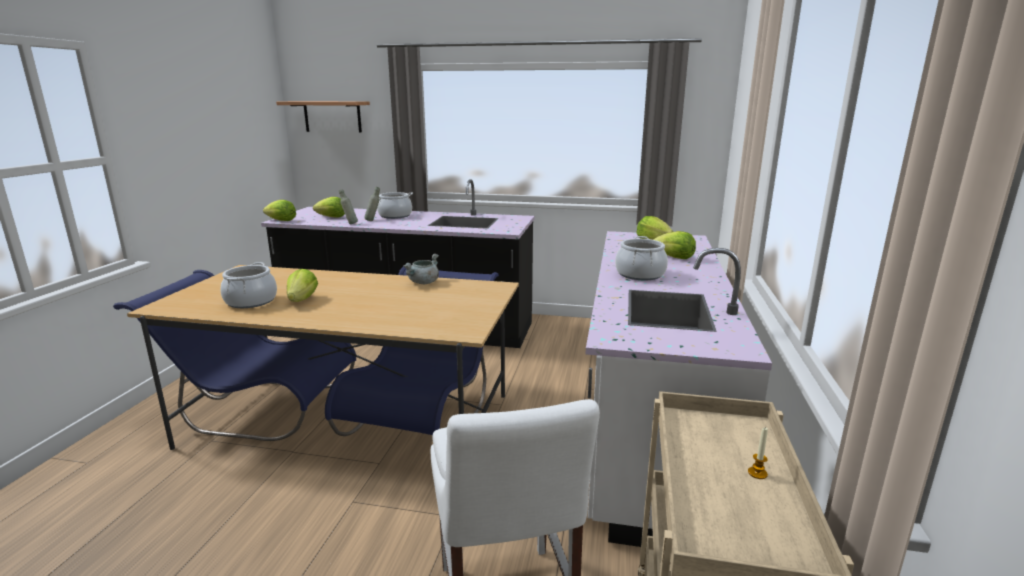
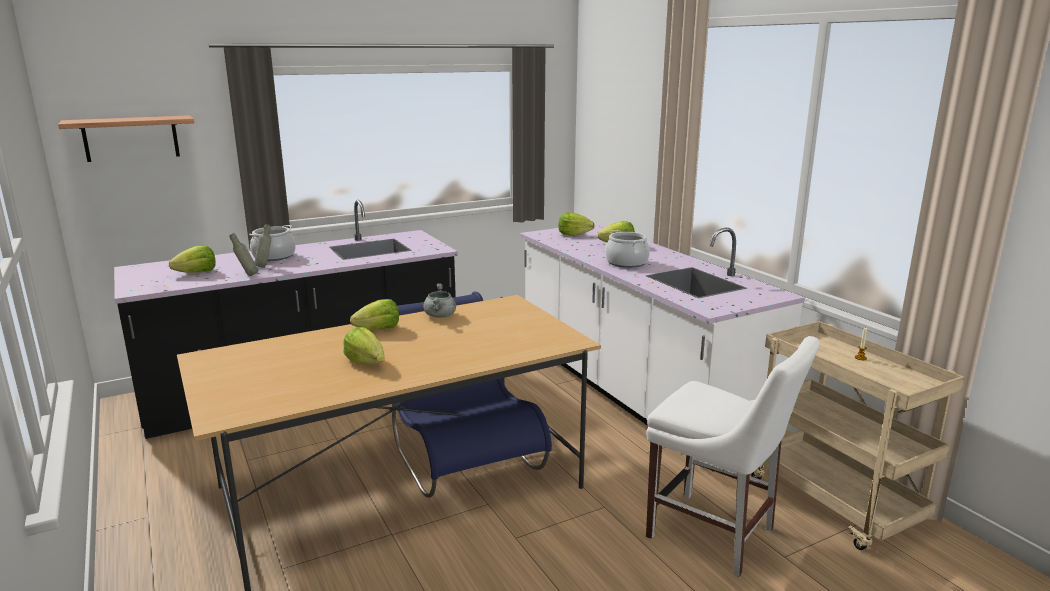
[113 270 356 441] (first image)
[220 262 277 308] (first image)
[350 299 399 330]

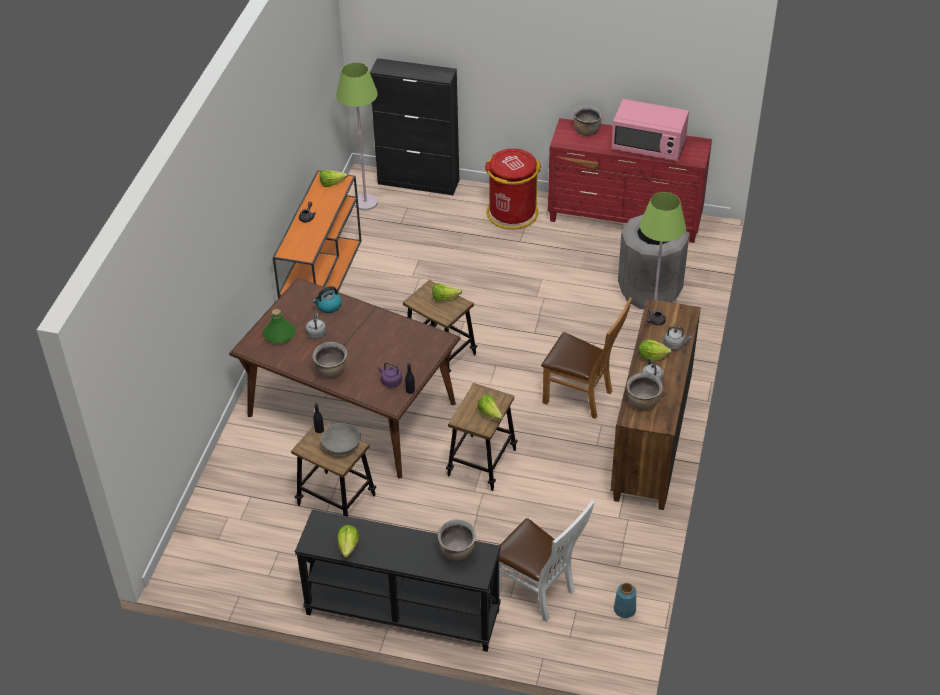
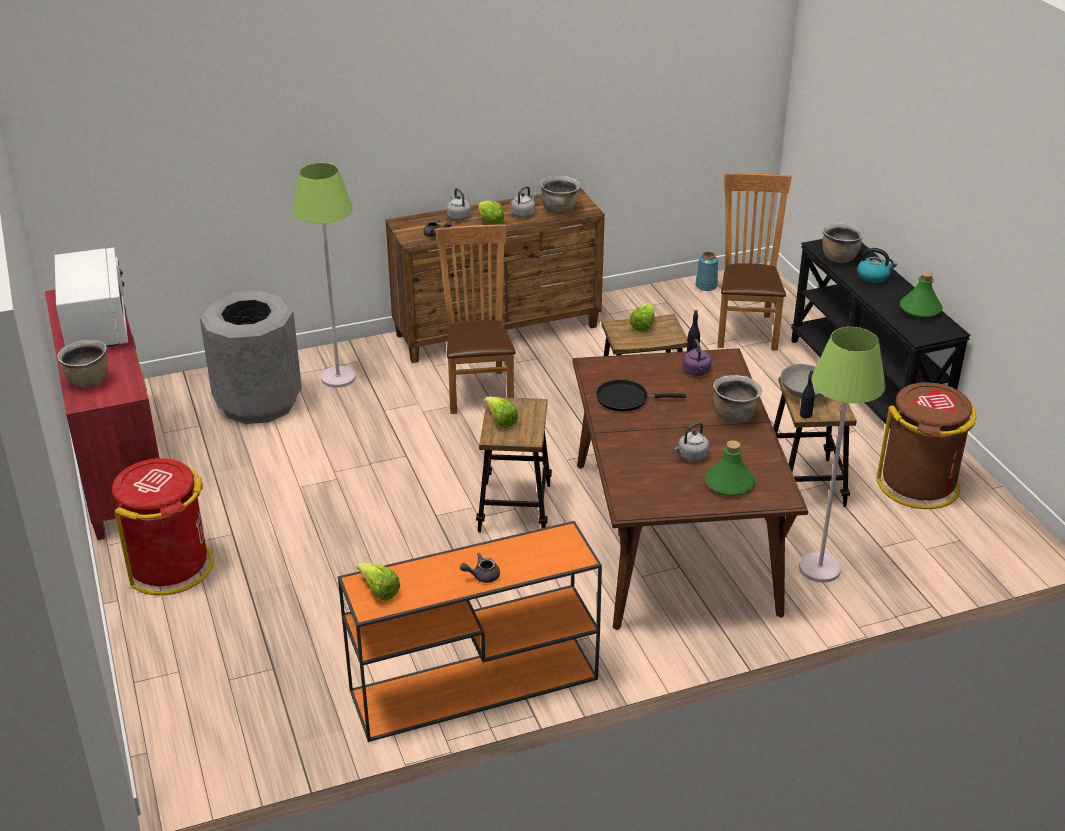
[857 248 897 283]
[799 327 886 583]
[900 271 943 318]
[370 58 459 195] (first image)
[717 173 792 351]
[54 248 128 347]
[596 380 686 411]
[877 382 976 509]

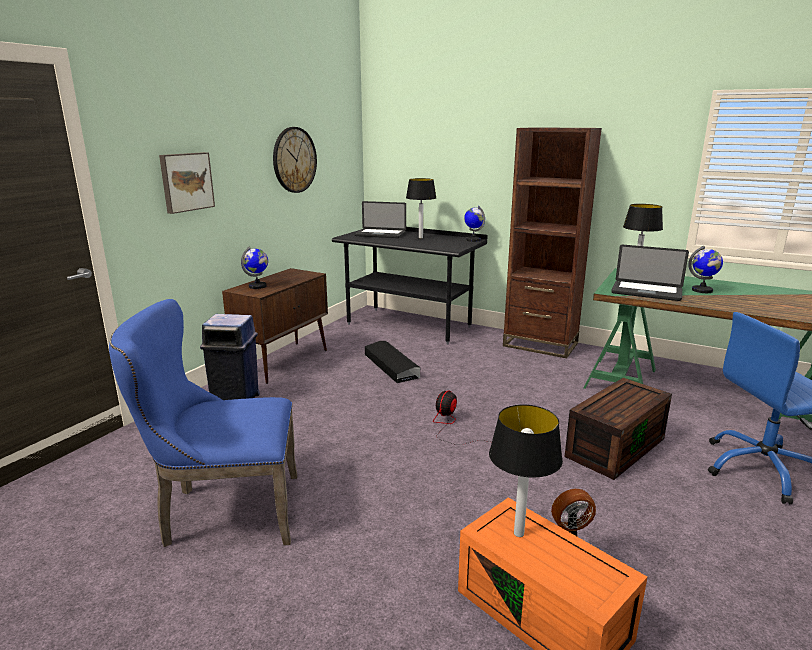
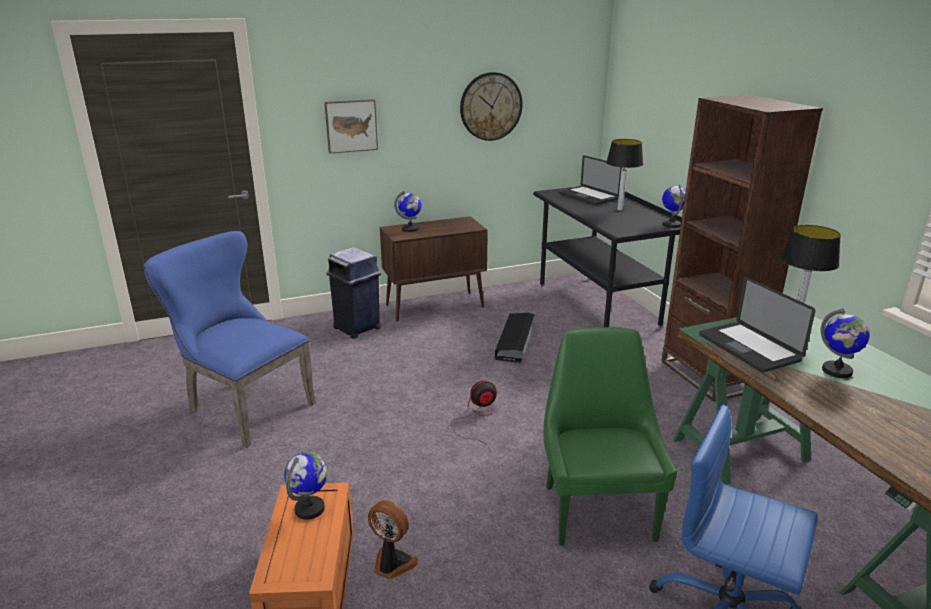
[284 452 328 520]
[543 327 678 545]

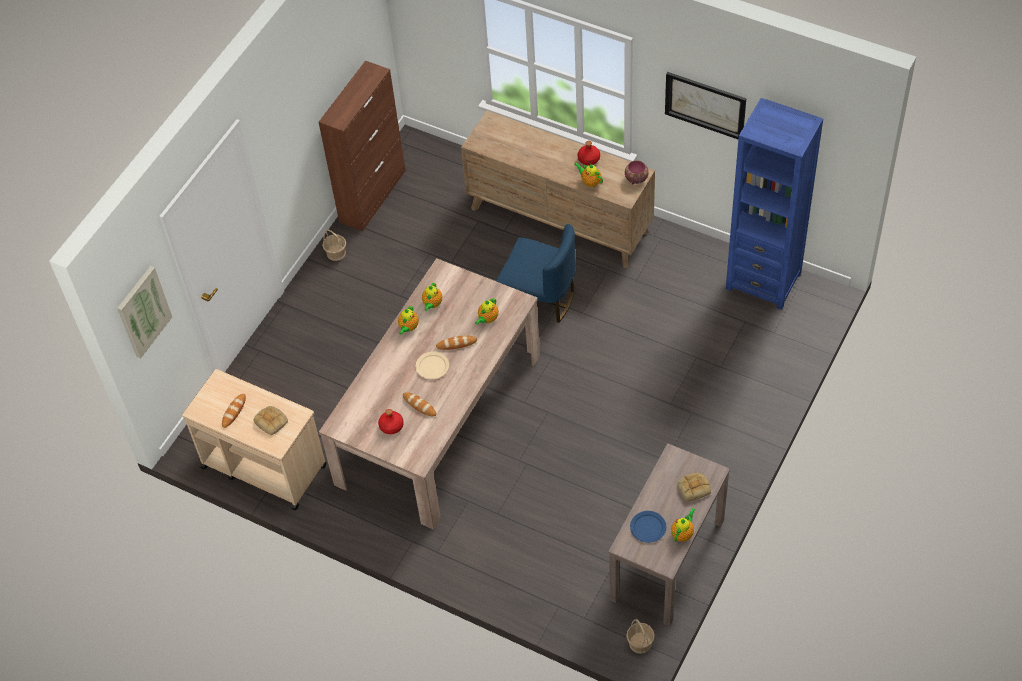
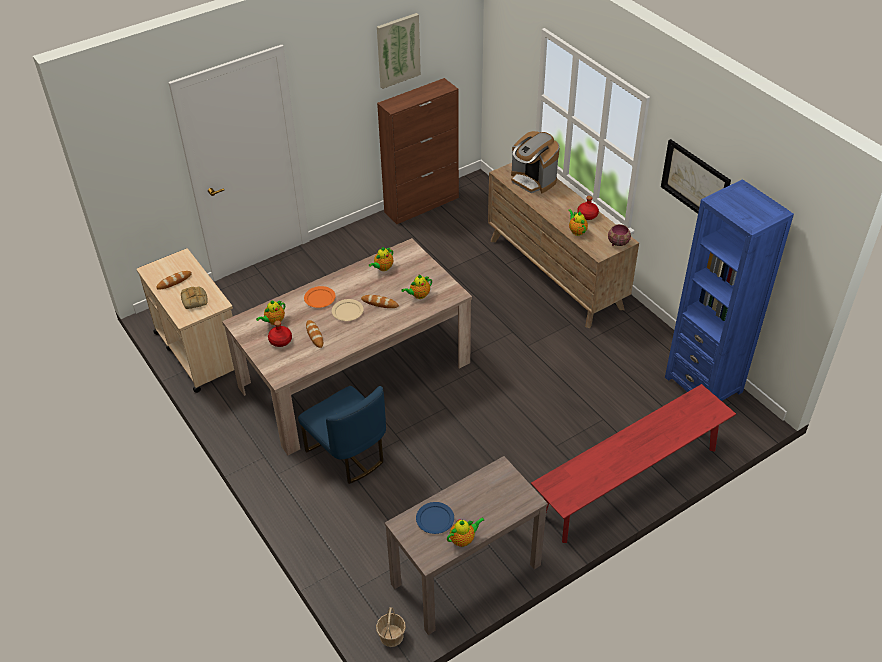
[377 13 421 89]
[322 229 346 261] (first image)
[256 300 285 325]
[298 386 386 484]
[677 473 711 502] (first image)
[304 286 336 308]
[511 131 560 193]
[531 384 736 543]

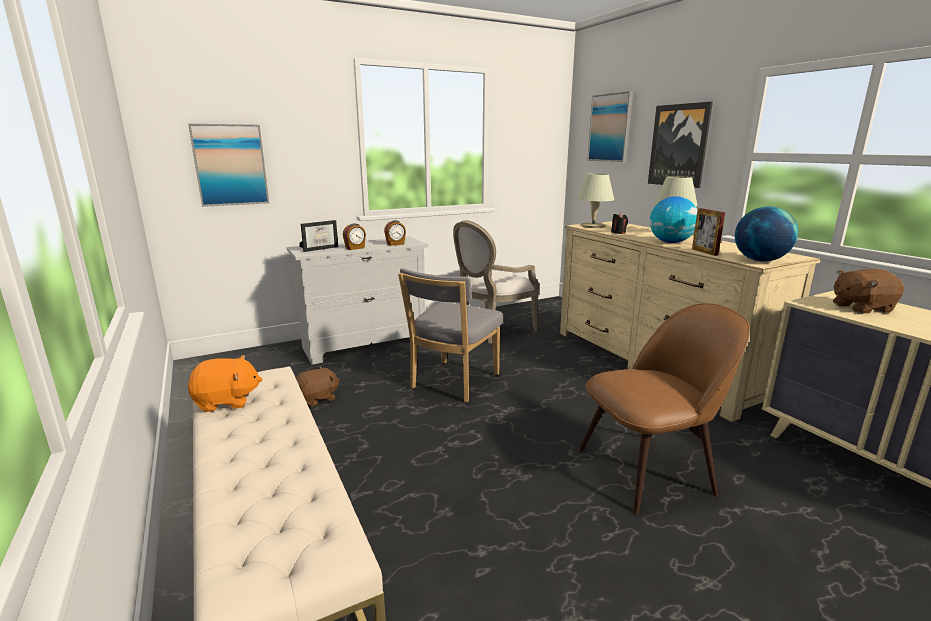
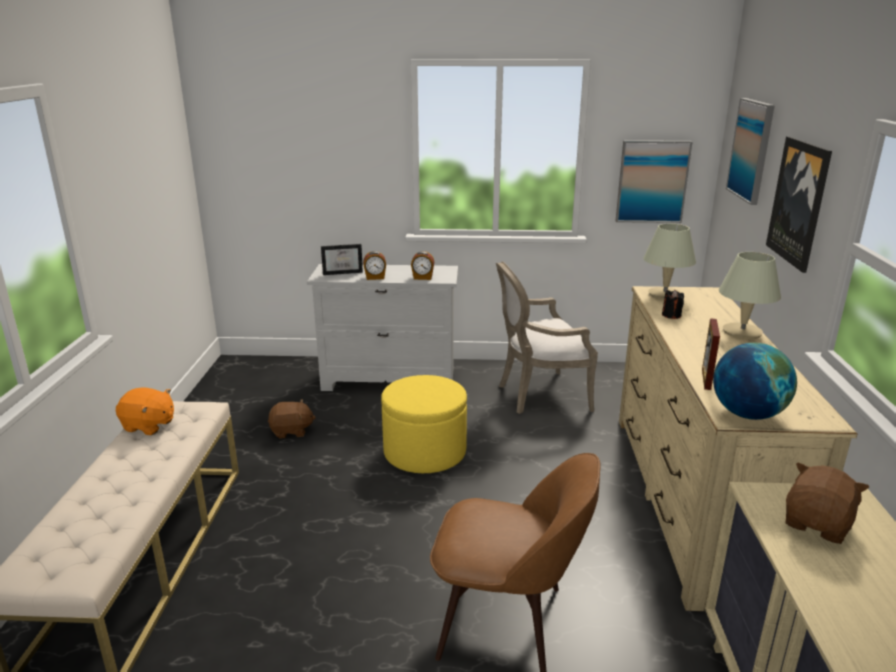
[616 140 692 223]
[381 375 467 473]
[649 196 698 243] (first image)
[786 463 869 544]

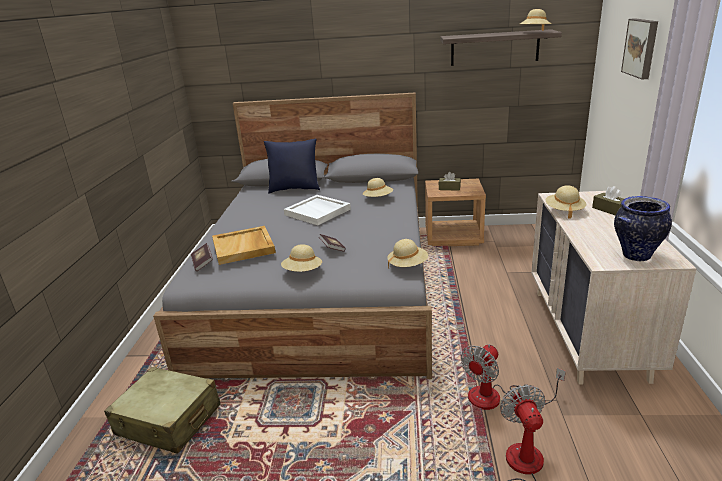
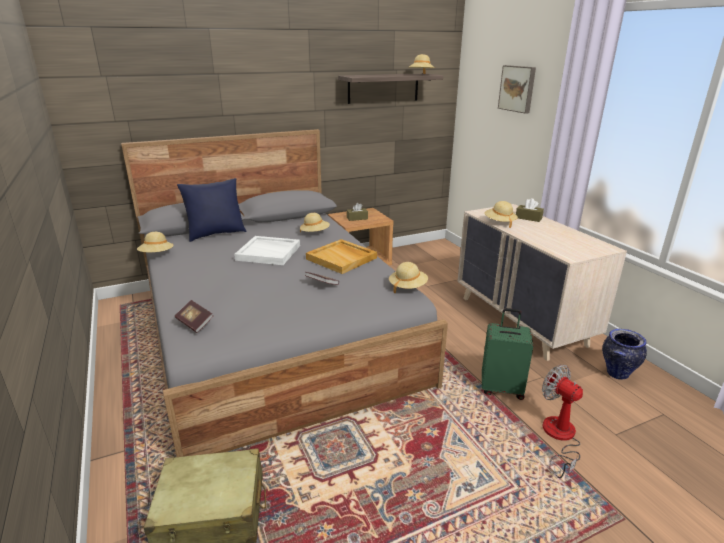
[306 239 377 274]
[137 232 174 252]
[482 308 533 400]
[602 329 647 380]

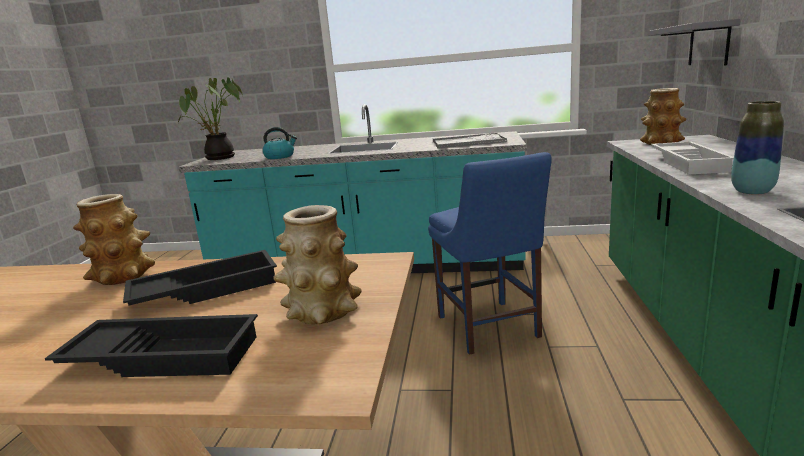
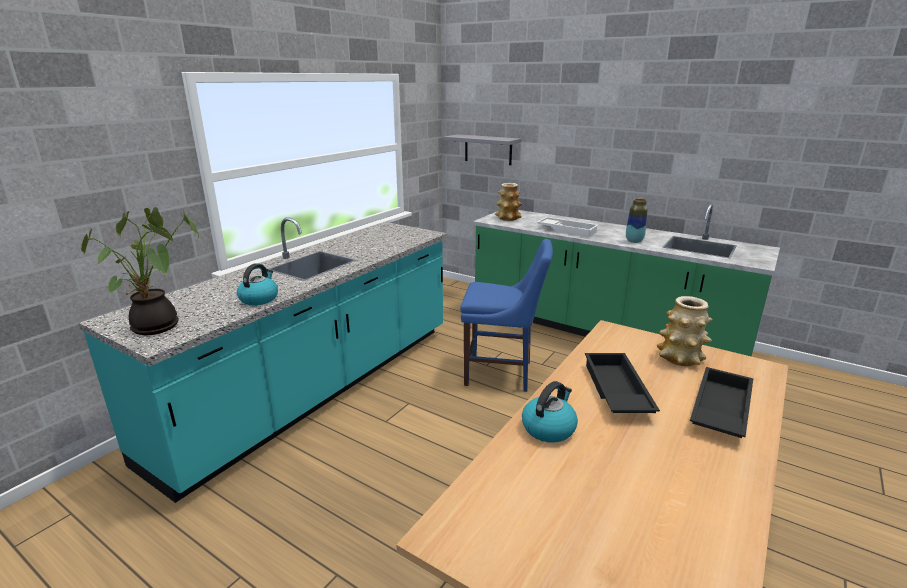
[522 381 578 443]
[433 133 507 149] (first image)

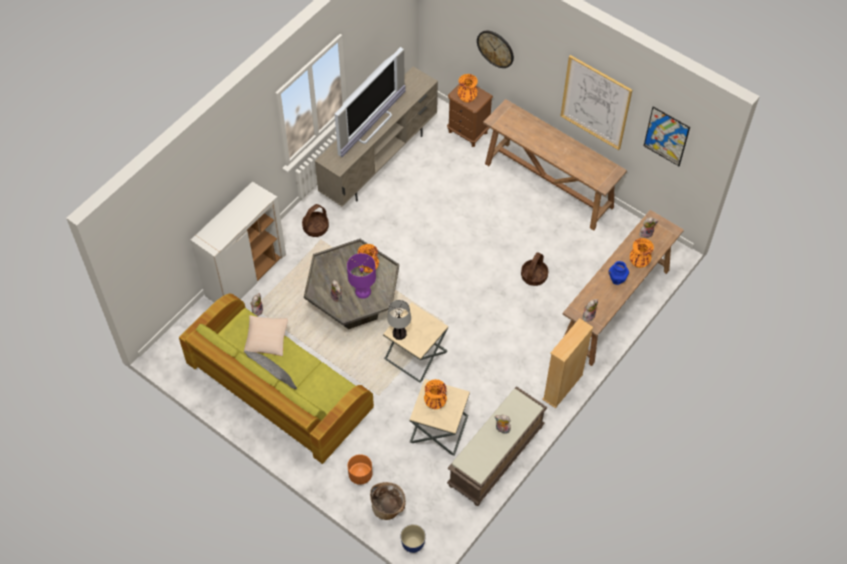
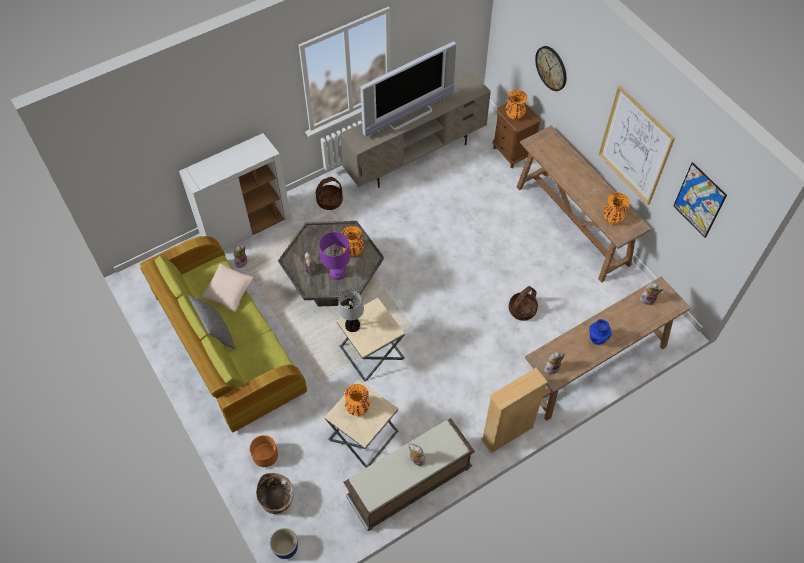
[603 192 630 224]

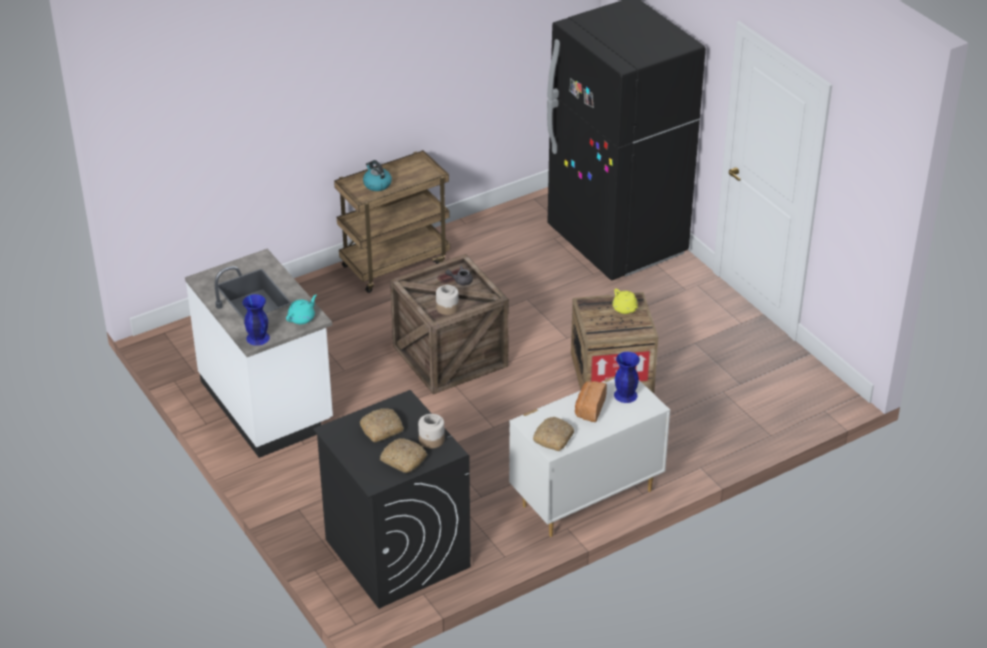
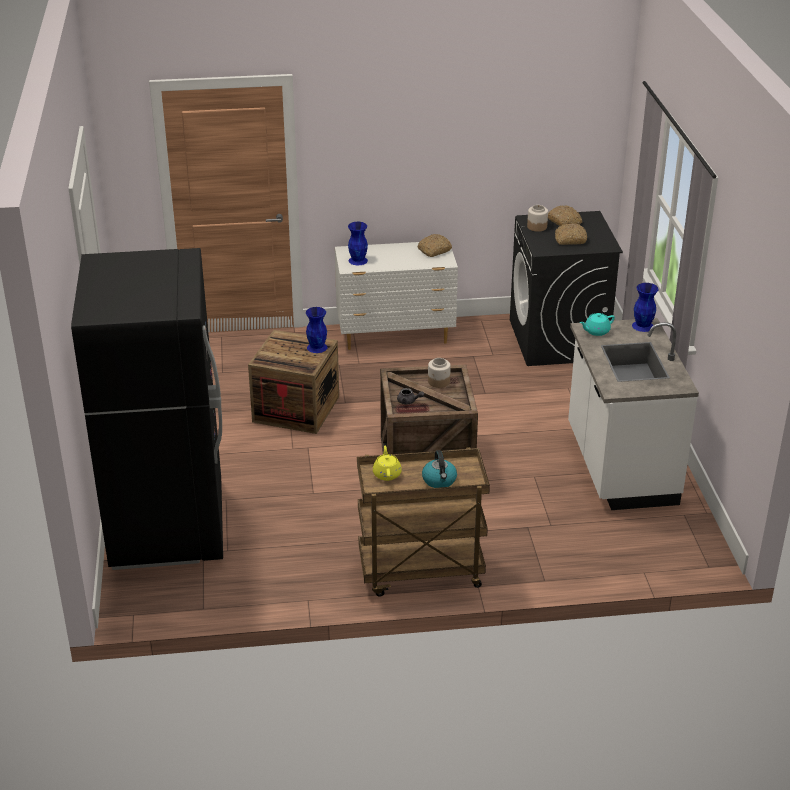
[575 381 607 422] (first image)
[373 446 402 481]
[306 307 327 353]

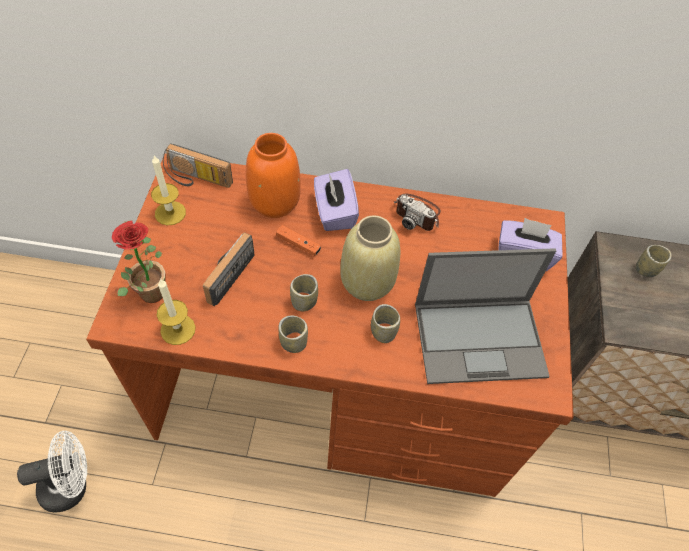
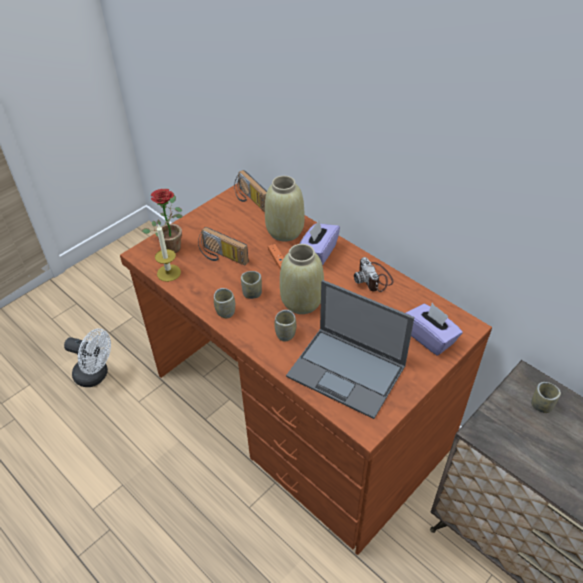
[151 156 186 225] (first image)
[198 227 249 265]
[265 176 305 242]

